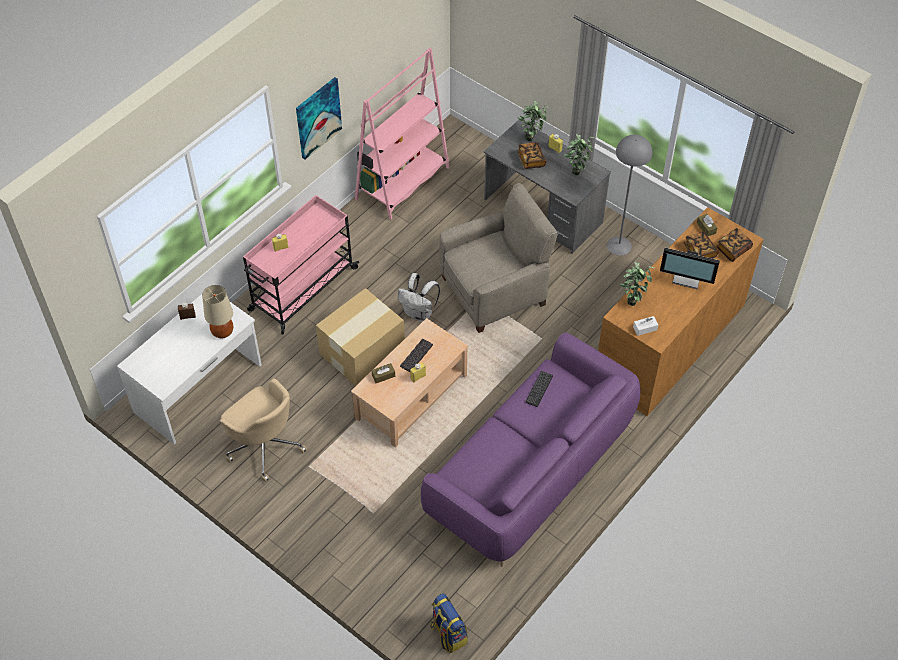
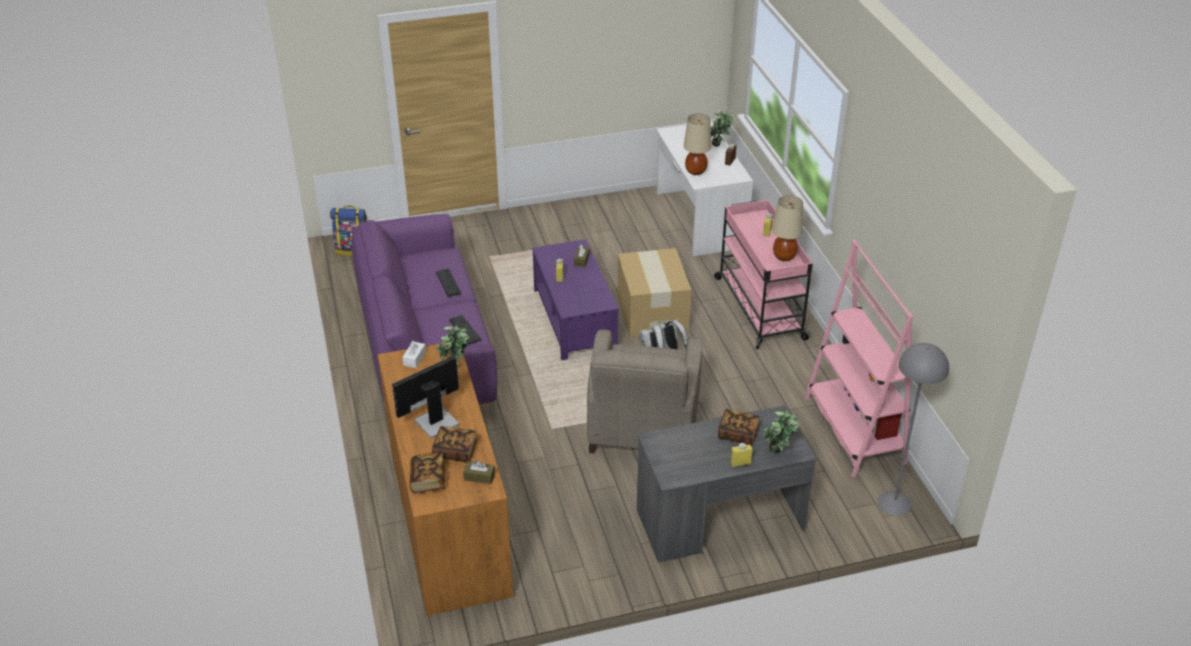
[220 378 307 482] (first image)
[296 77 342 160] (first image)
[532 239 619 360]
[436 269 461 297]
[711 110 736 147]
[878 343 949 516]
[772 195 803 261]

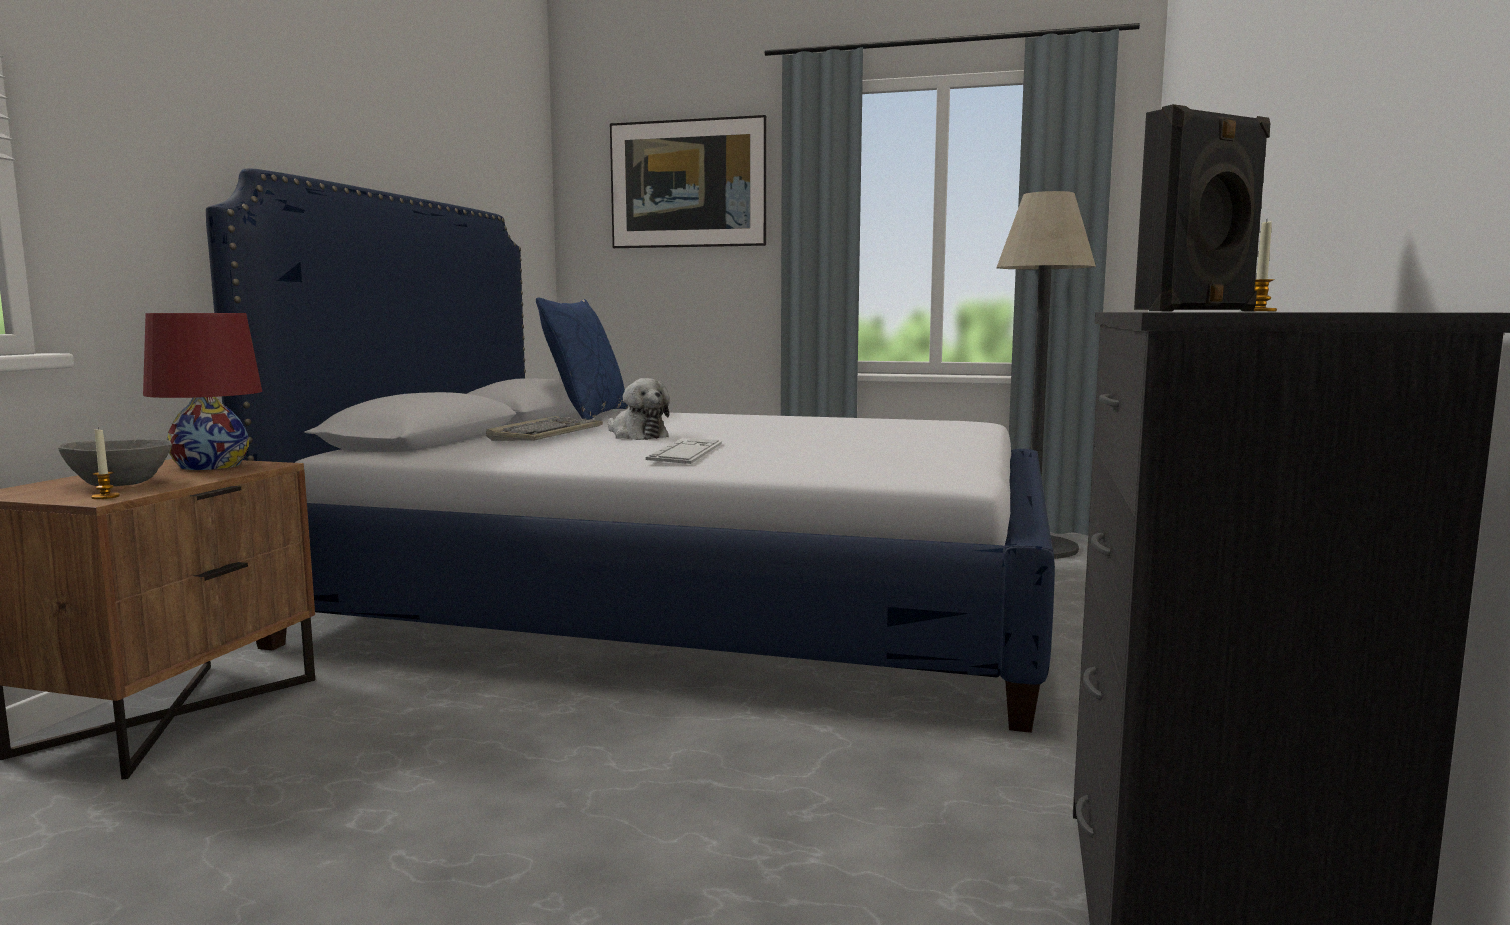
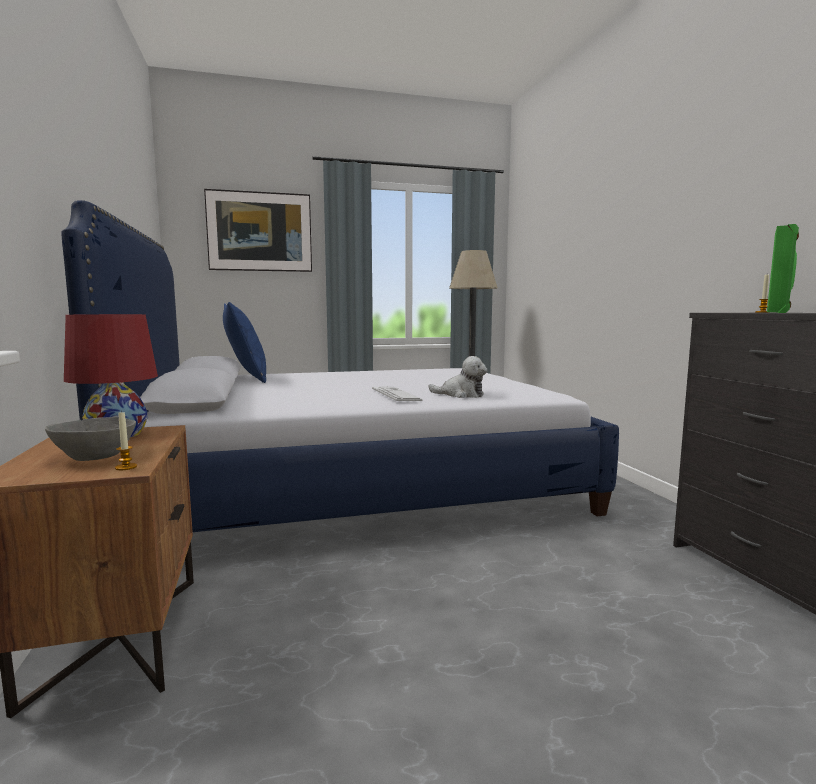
[486 416 603 441] (first image)
[428 356 487 398]
[767 224 799 313]

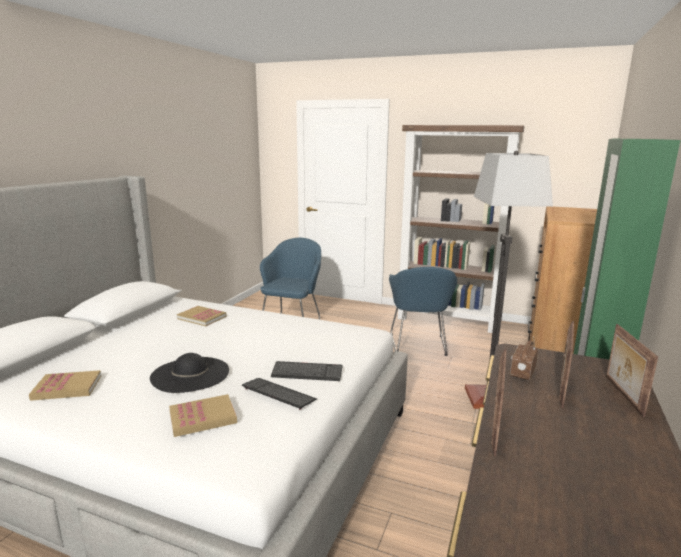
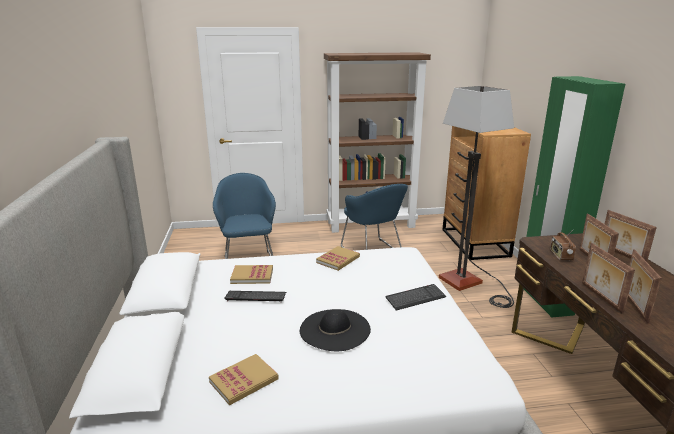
[316 246 360 271]
[224 291 286 302]
[628 249 662 323]

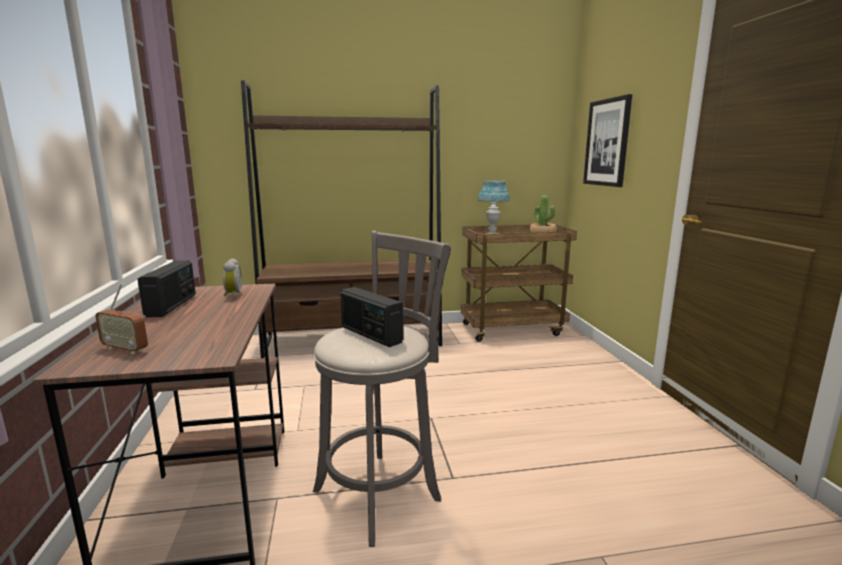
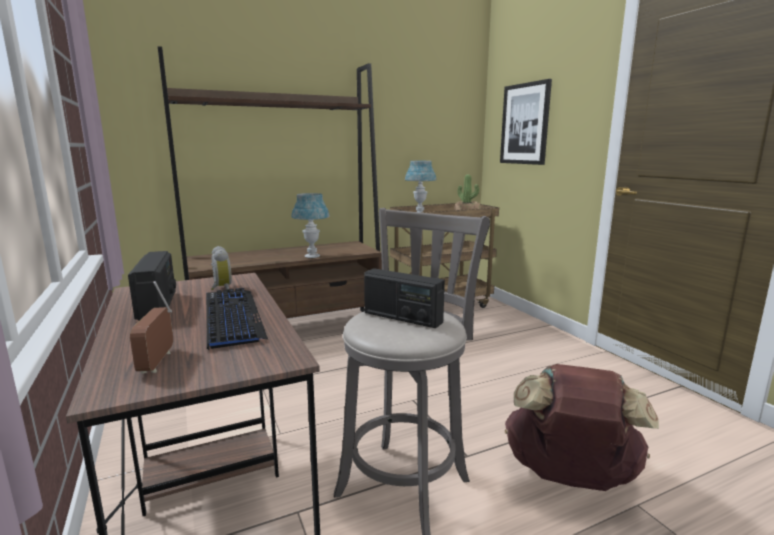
[130 281 173 374]
[206 288 268 350]
[291 193 330 258]
[505 364 659 491]

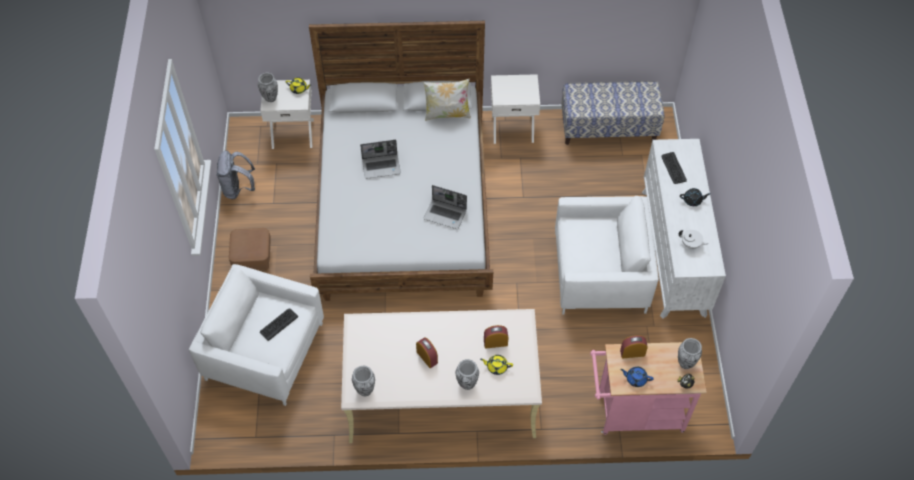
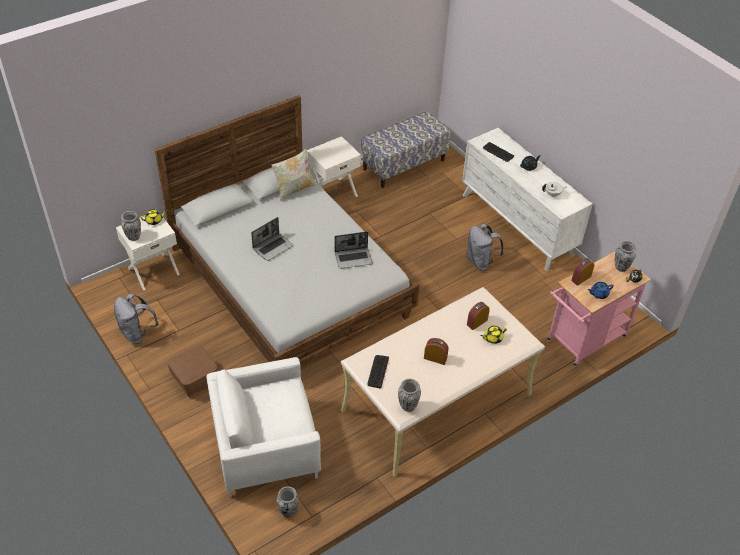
[367 355 389 388]
[277 486 299 517]
[466 224 504 271]

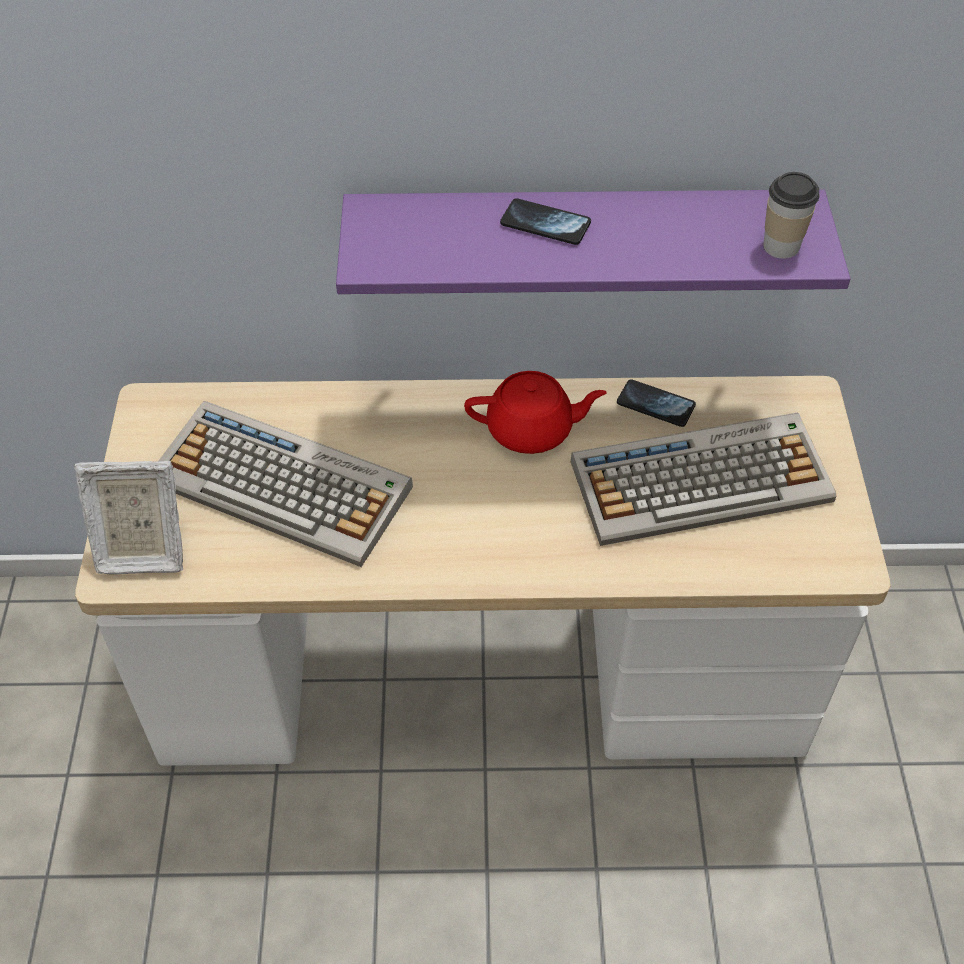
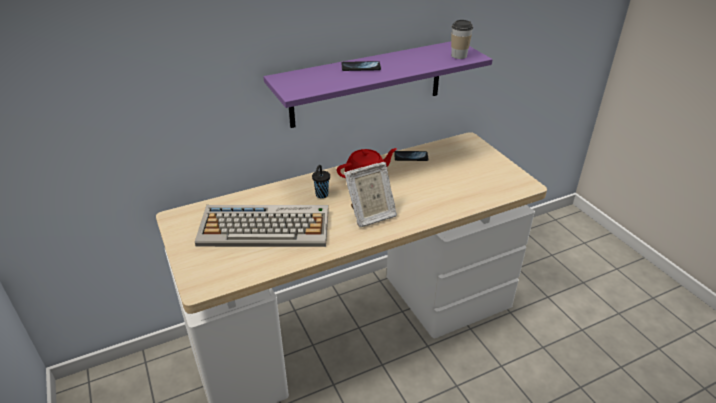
[344 162 397 227]
[571 413 836 546] (first image)
[312 165 330 198]

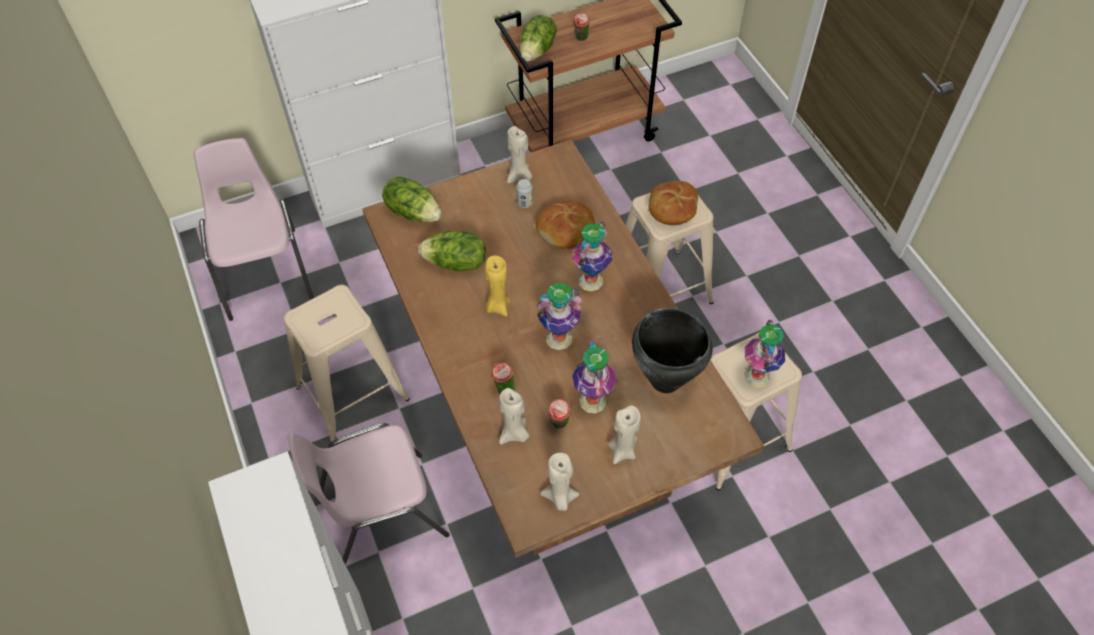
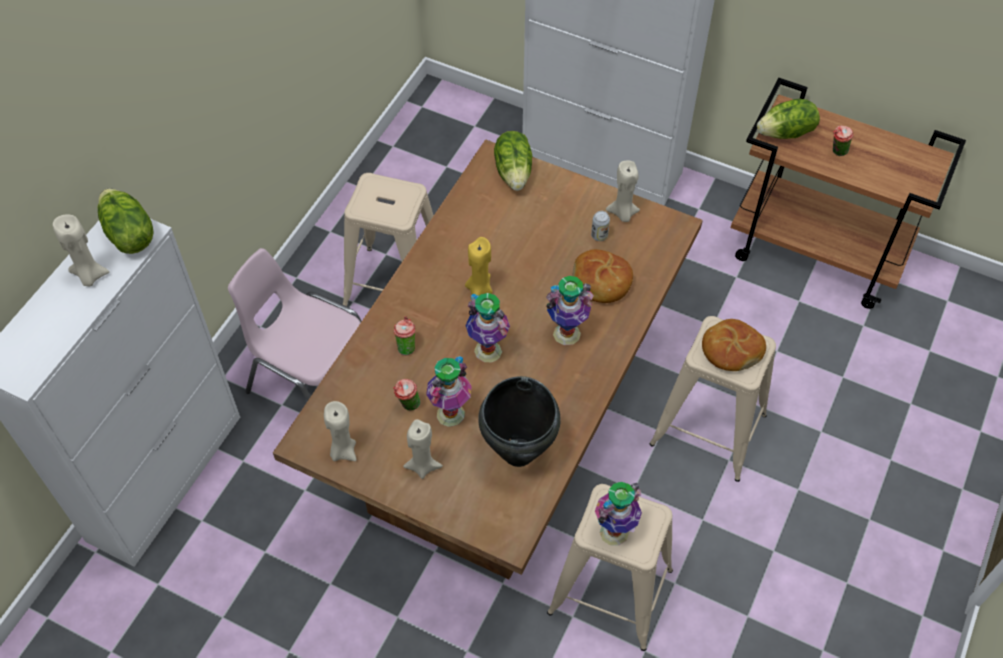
[194 138 314 321] (first image)
[98 189 154 254]
[53 214 110 286]

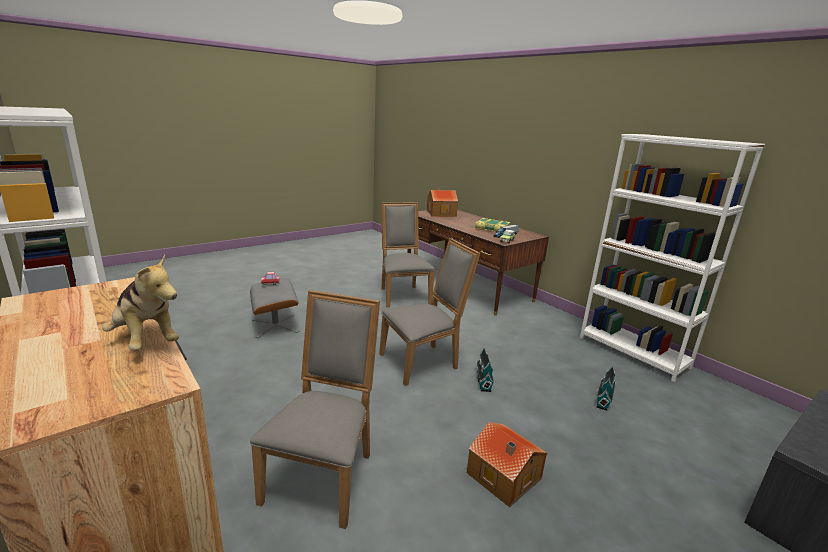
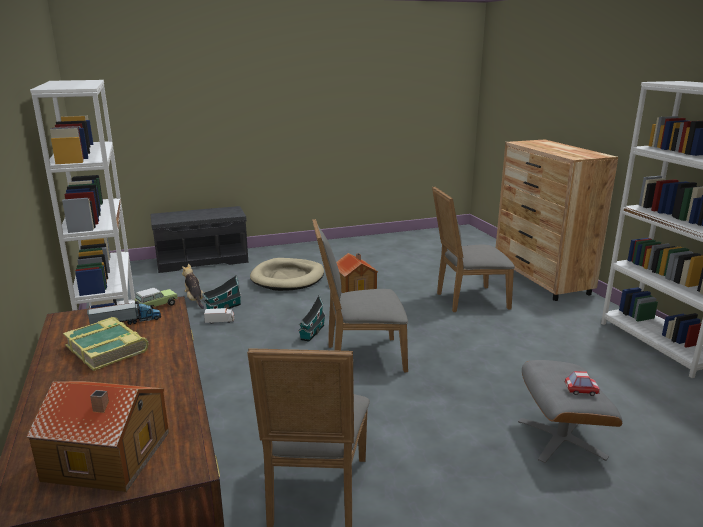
[182 264 205 309]
[432 186 515 312]
[204 308 235 324]
[250 258 324 291]

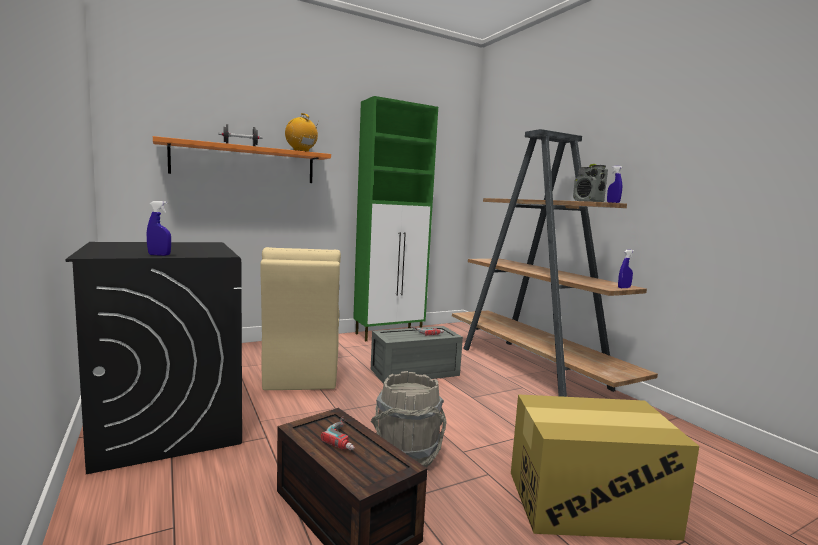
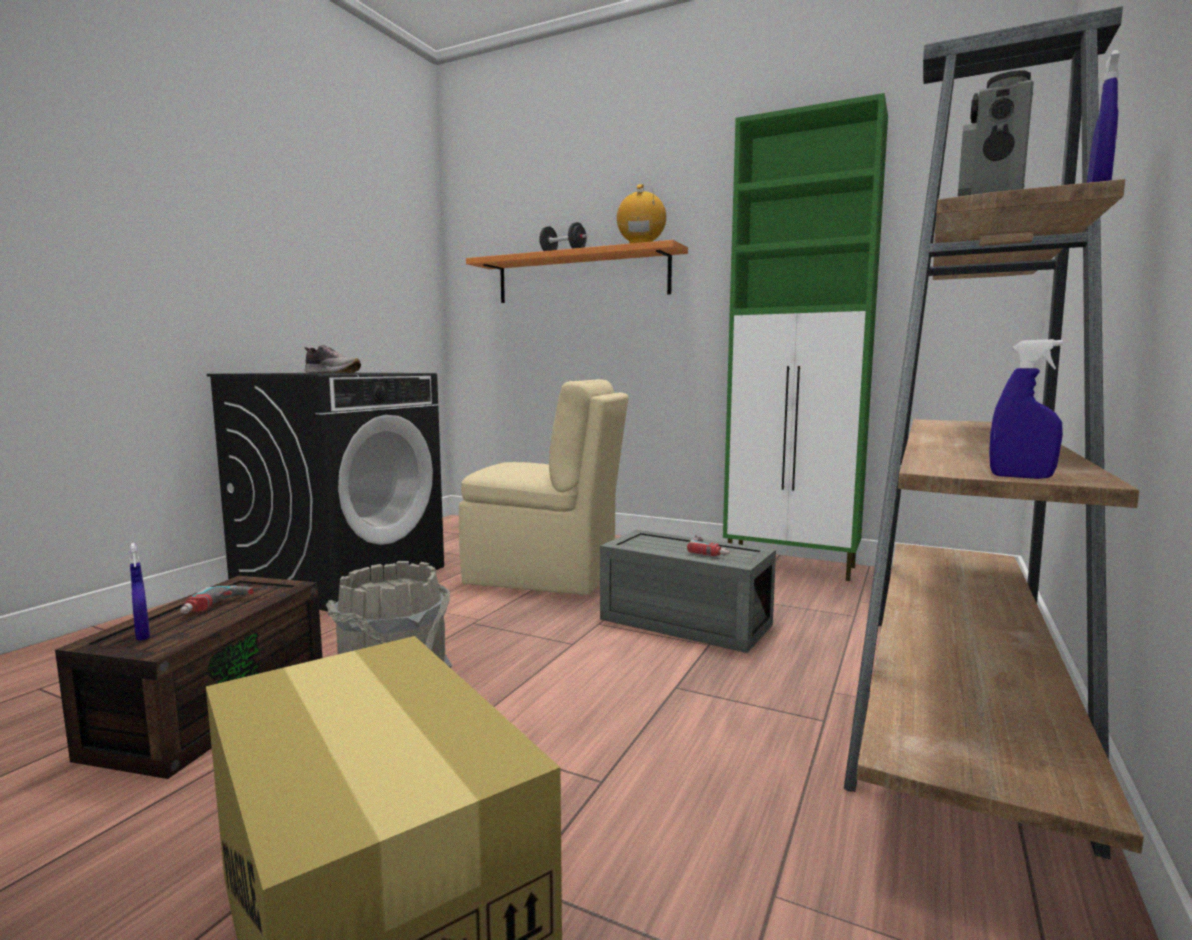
[129 543 150 640]
[459 379 629 595]
[305 345 361 373]

